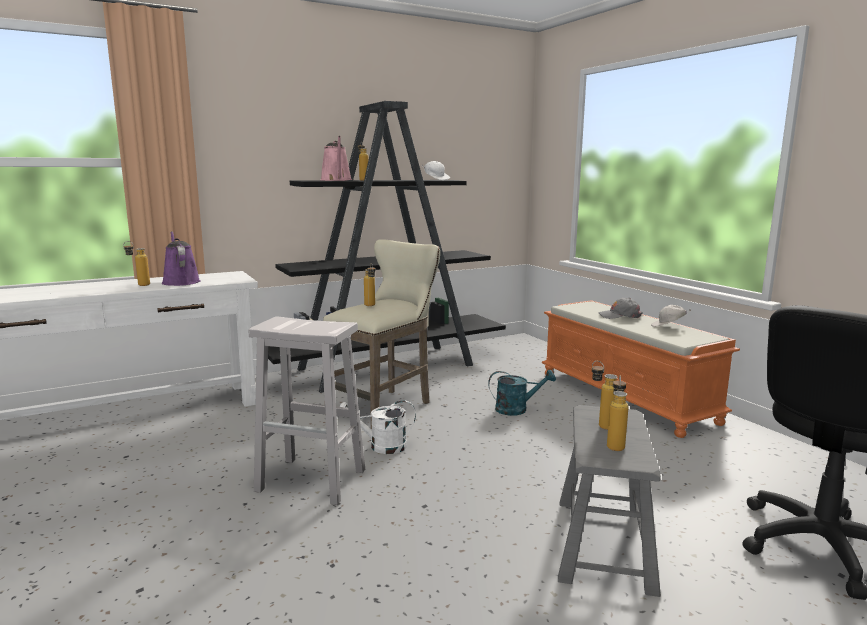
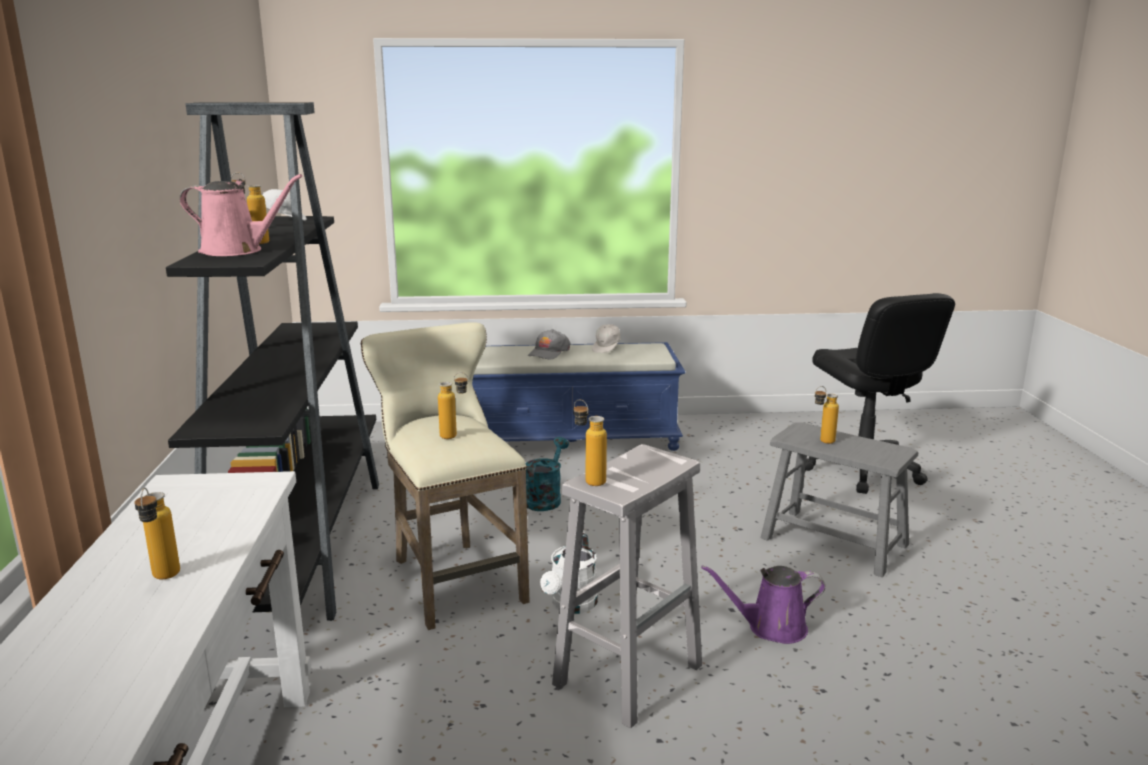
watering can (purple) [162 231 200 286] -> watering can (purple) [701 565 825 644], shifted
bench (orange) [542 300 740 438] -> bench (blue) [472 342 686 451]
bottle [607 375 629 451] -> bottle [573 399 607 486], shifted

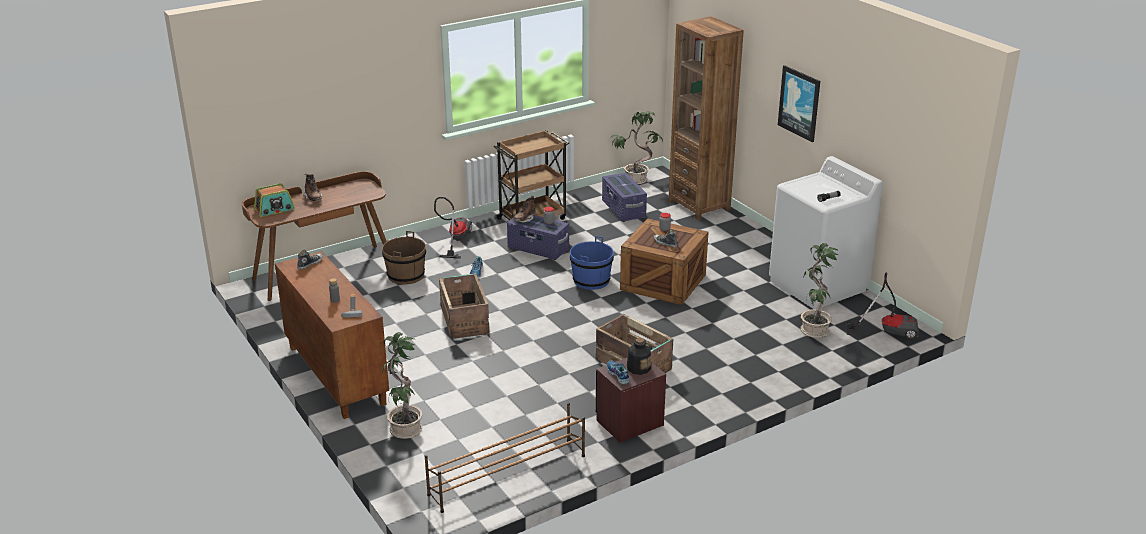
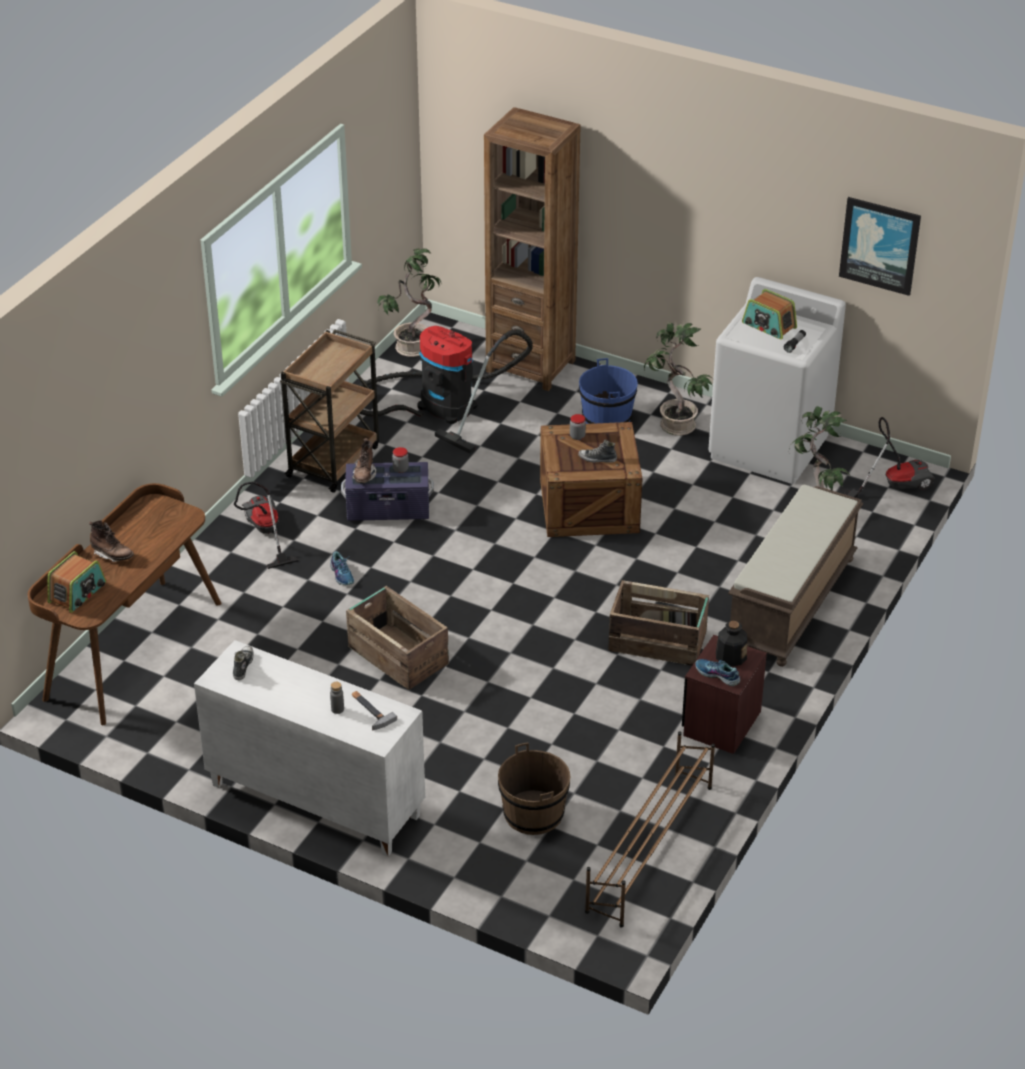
cabinet (brown) [275 251 389 419] -> cabinet (white) [194 640 425 857]
bucket (brown) [382 231 426 285] -> bucket (brown) [498 742 571 835], shifted
potted plant [382 332 422 439] -> potted plant [644 322 713 436], shifted
bucket (blue) [570 236 614 290] -> bucket (blue) [579 358 638 424], shifted
storage box (purple) [602 173 647 222] -> vacuum cleaner [359 326 533 454]
picture [778 65 820 142] -> picture [839 197 921 296], shifted
none -> bench (brown) [728 484 863 667]
none -> radio [742 289 797 340]

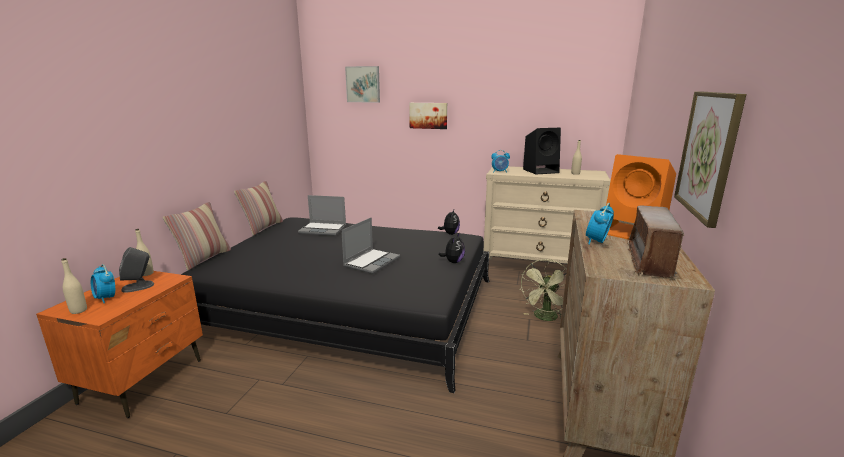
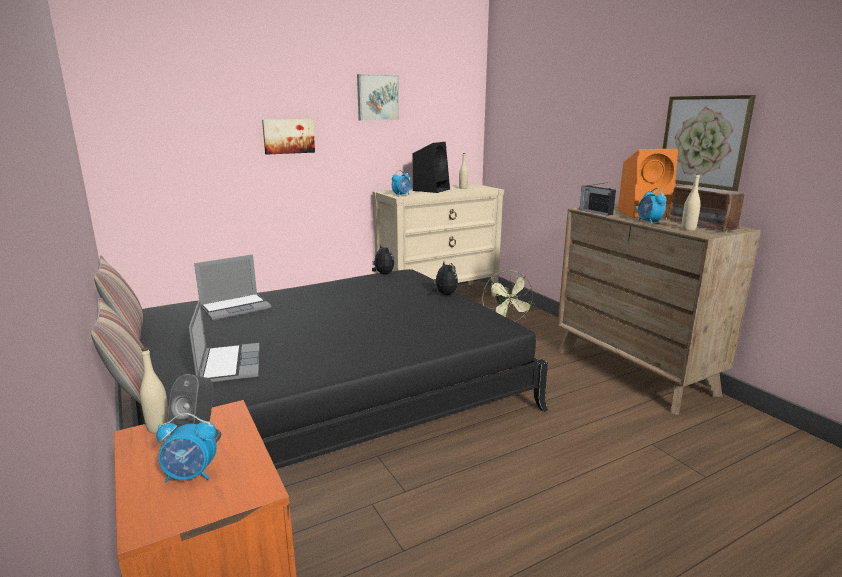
bottle (beige) [61 258 87 314] -> bottle (beige) [681 173 701 231], shifted
laptop [341 217 400 274] -> laptop [189 300 260 383], shifted
picture [345 66 380 103] -> picture [357 74 399 121], shifted
none -> radio [580 182 616 216]

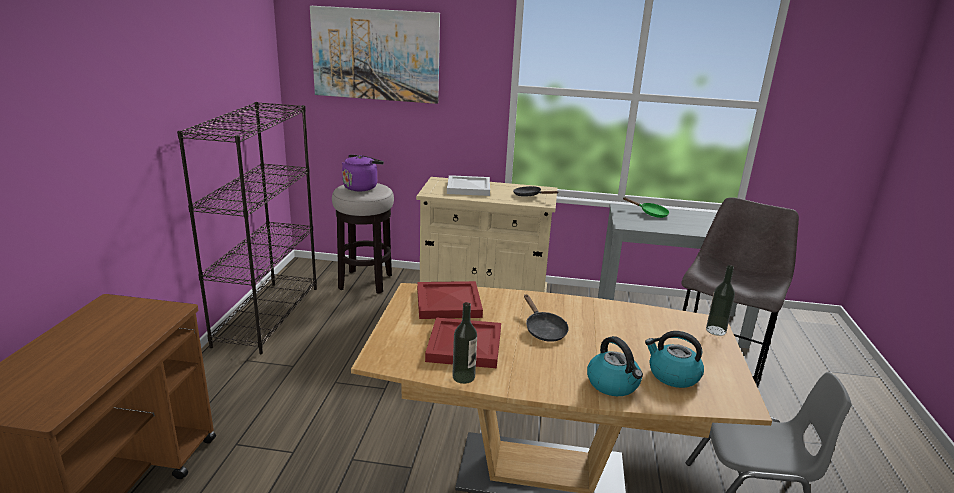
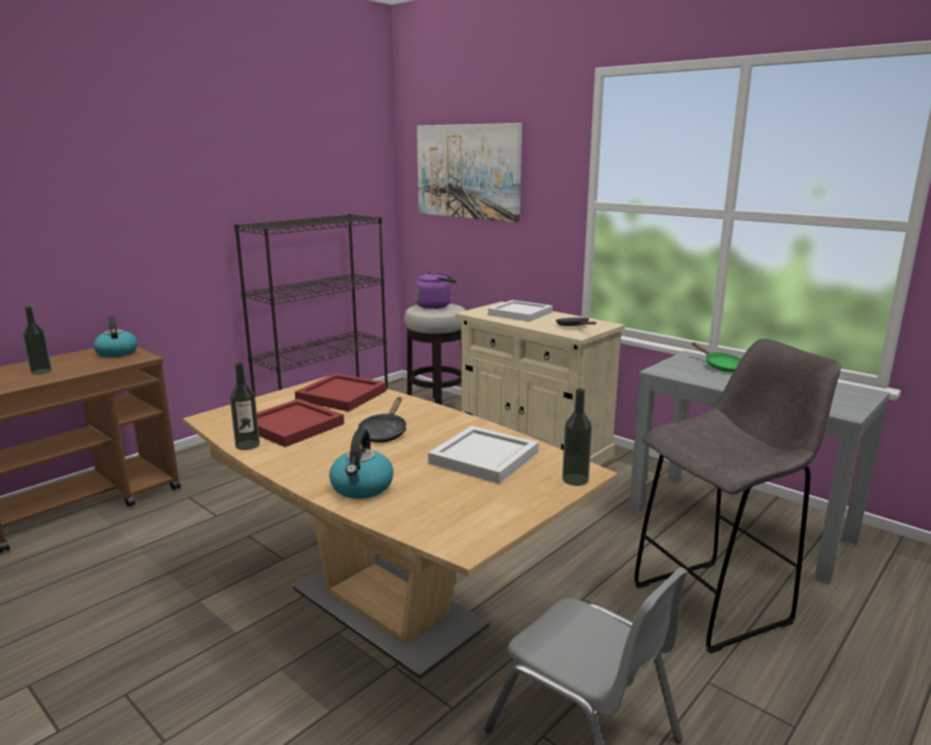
kettle [645 331 704 388] -> kettle [93 316 138 358], shifted
none -> bottle [23 306 52 375]
none -> tray (white) [428 426 539 484]

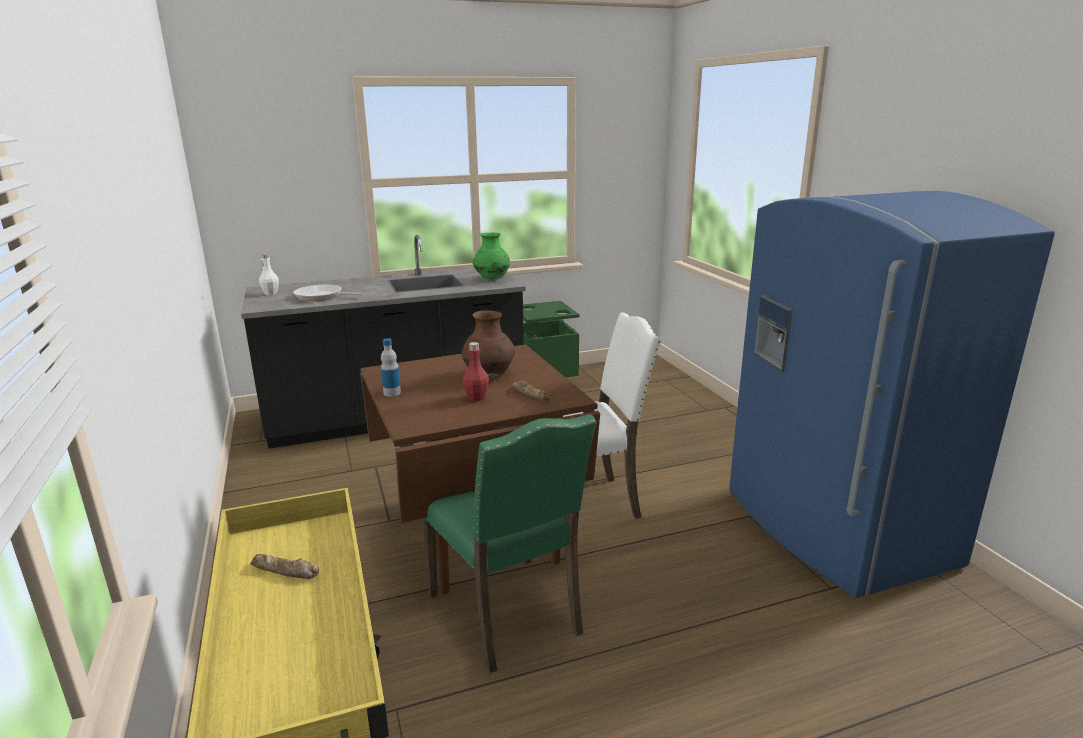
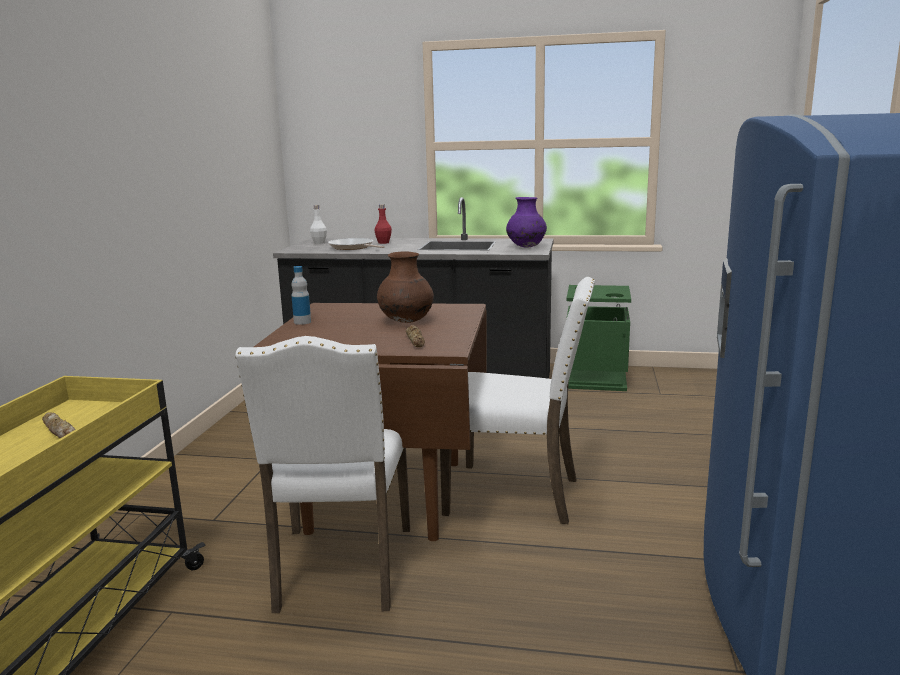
chair (green) [423 414 596 673] -> chair (white) [235 336 410 613]
bottle (red) [462 342 489 401] -> bottle (red) [374 204 392 244], shifted
vase (green) [473 233 510 280] -> vase (purple) [506 197 547 248]

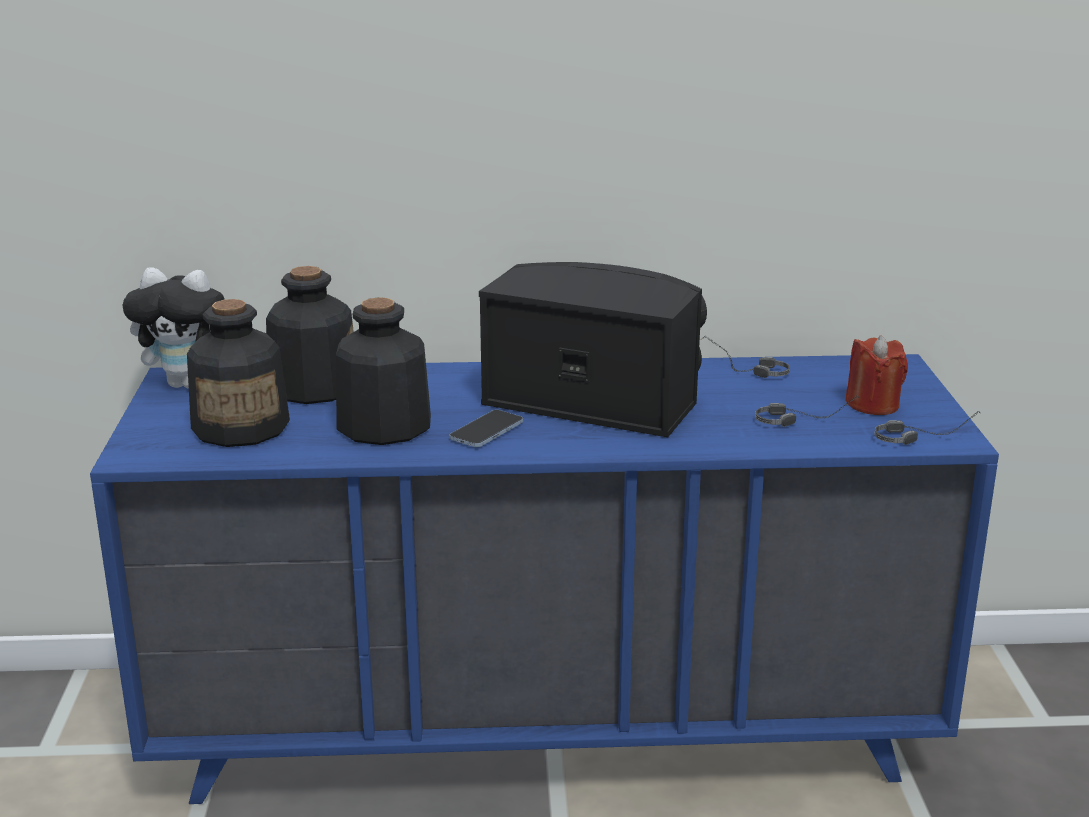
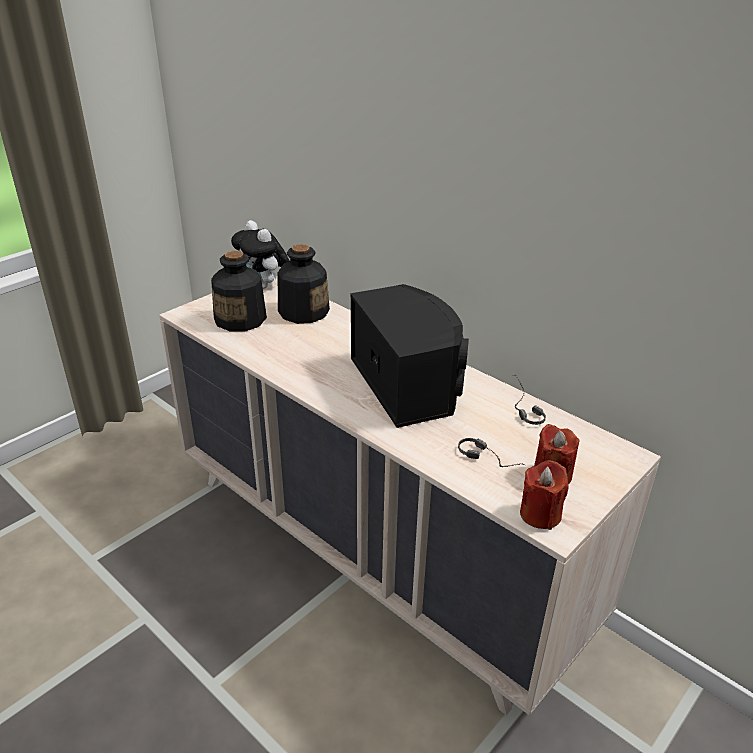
dresser (blue) [90 354 999 804] -> dresser (beige) [159 276 661 716]
bottle [336 297 431 445] -> none
phone [449 410 523 447] -> none
headphones [874 411 980 445] -> candle (red) [520 460 569 530]

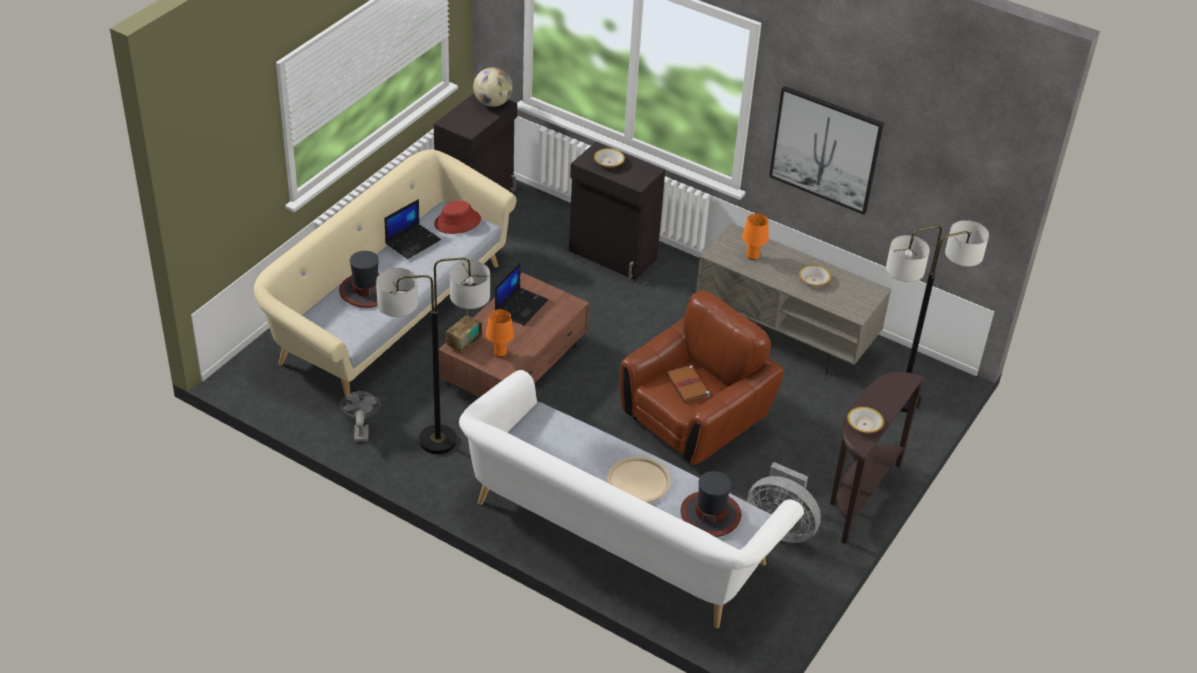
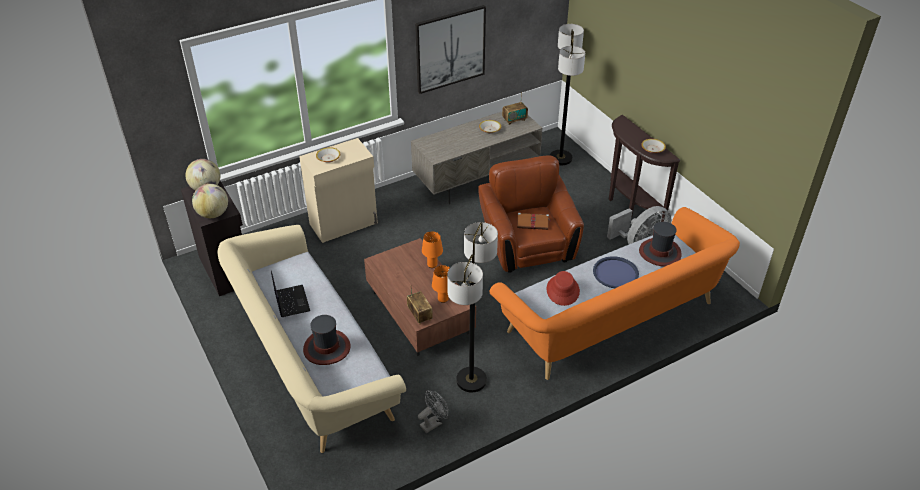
fan (grey) [340 391 380 442] -> fan (grey) [418 390 449 433], 120 degrees clockwise
hat (red) [434 200 481 234] -> hat (red) [546 271 580 306], shifted
sofa (white) [459 370 804 628] -> sofa (orange) [490 207 740 380]
laptop [495 262 548 325] -> none
cabinet (black) [569 141 665 280] -> cabinet (beige) [299 138 378 243]
tray (beige) [607 456 671 503] -> tray (blue) [593 256 639 288]
table lamp (orange) [742 214 769 260] -> table lamp (orange) [422 232 443 268], shifted
none -> globe [192 184 228 218]
none -> radio [502 92 528 125]

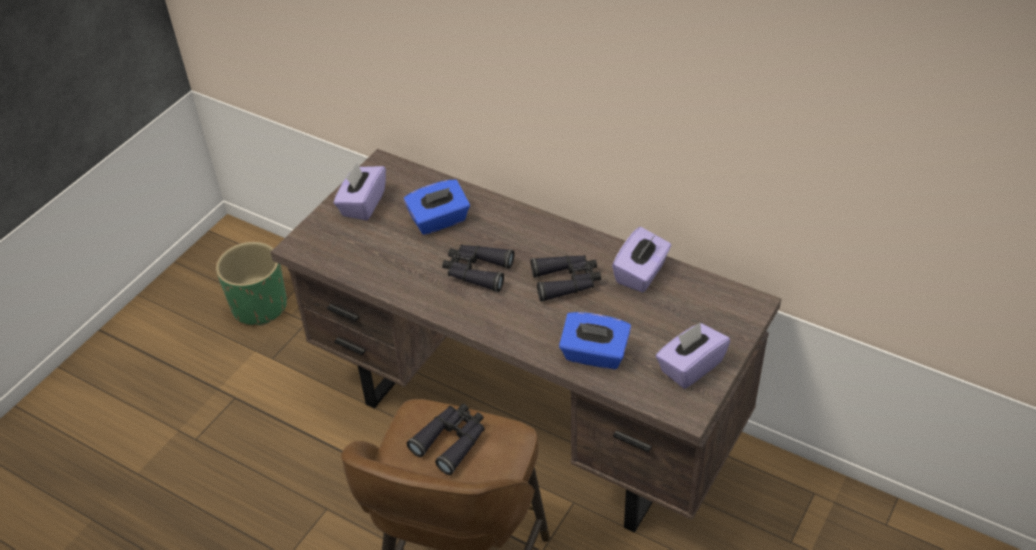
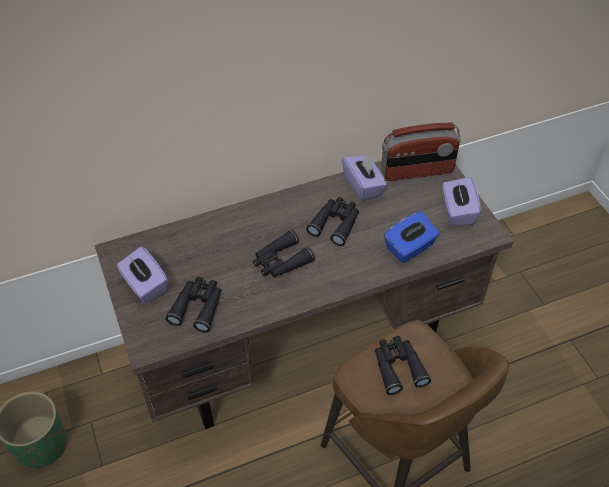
tissue box (blue) [404 180 470 235] -> none
none -> binoculars (black) [166 277 221 333]
none -> radio [381 123 461 181]

